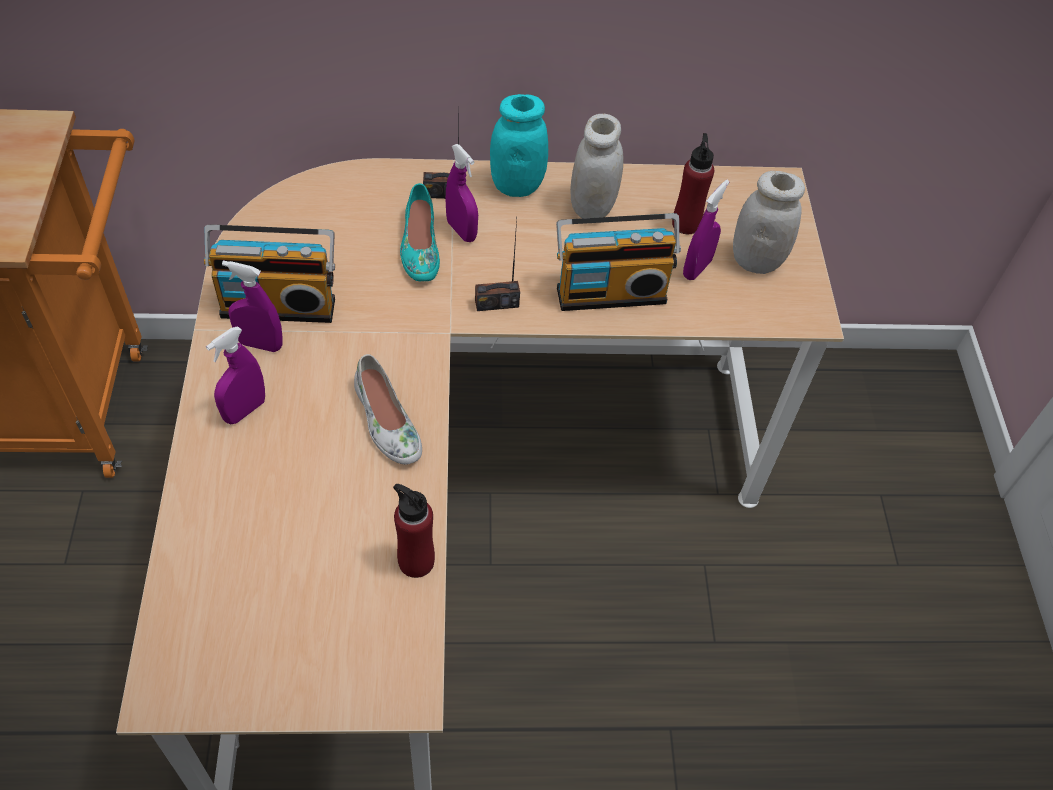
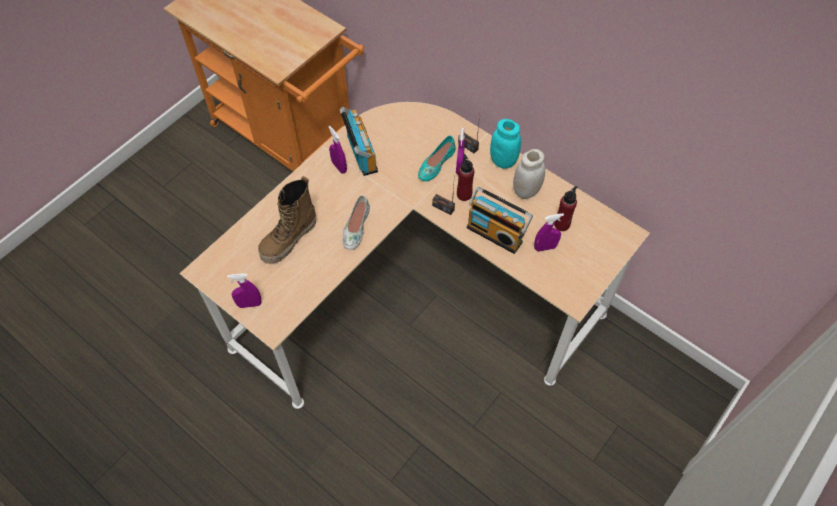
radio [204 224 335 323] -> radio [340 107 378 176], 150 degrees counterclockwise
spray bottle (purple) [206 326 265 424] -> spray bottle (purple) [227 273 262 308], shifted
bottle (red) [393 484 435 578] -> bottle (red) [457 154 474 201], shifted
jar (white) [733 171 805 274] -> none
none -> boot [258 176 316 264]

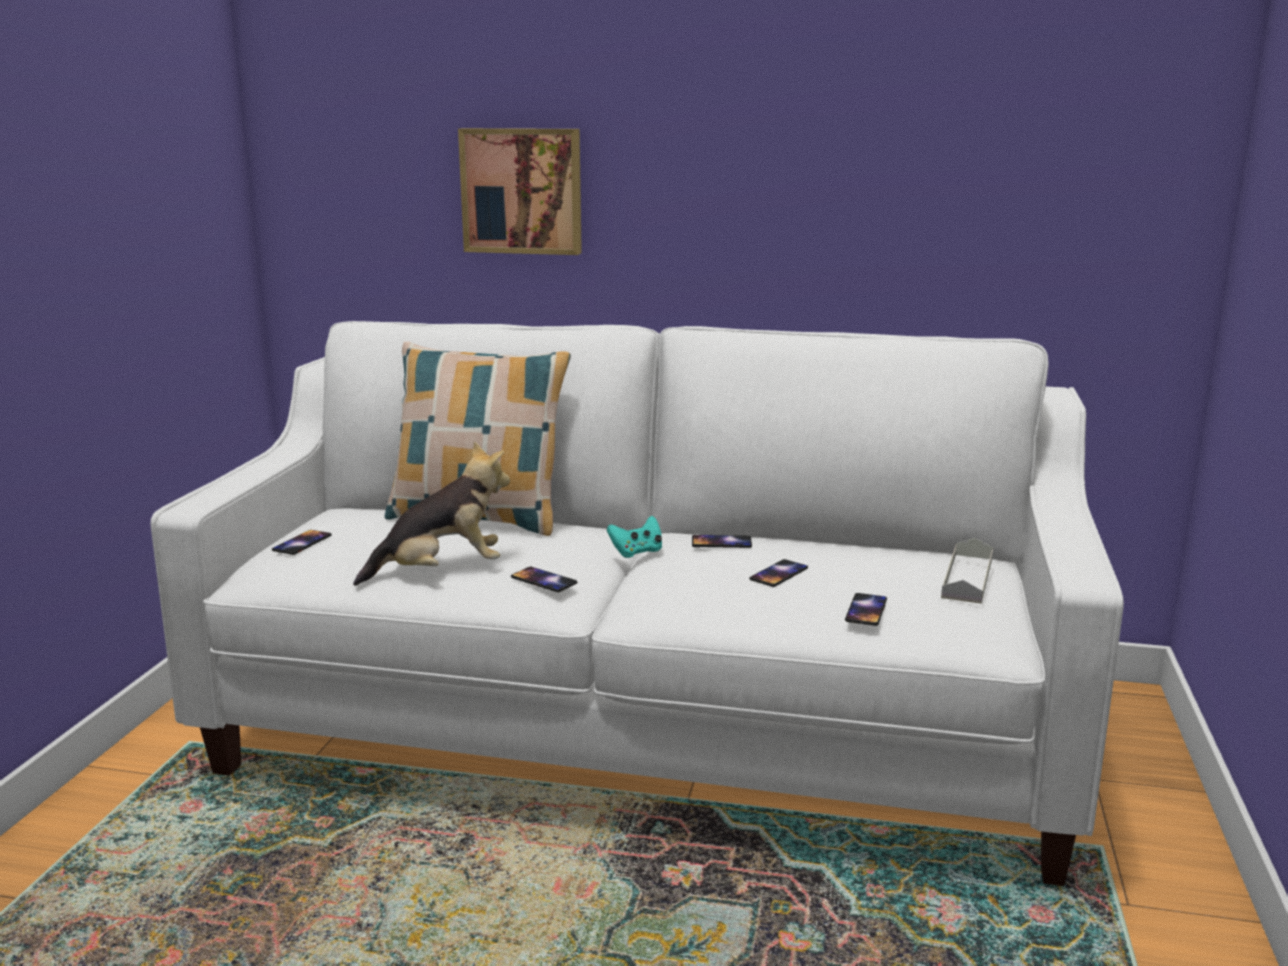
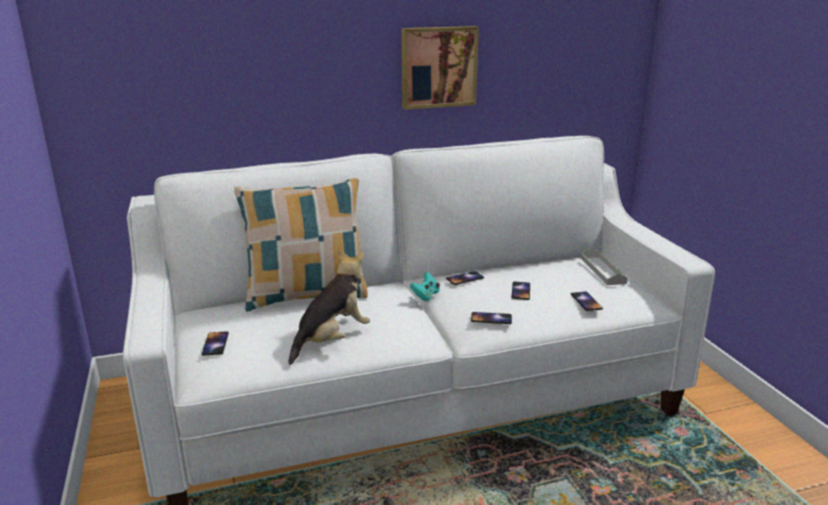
picture [458 128 582 255] -> picture [401 26 479 110], shifted
phone [511 567 577 592] -> phone [471 312 512 324], shifted

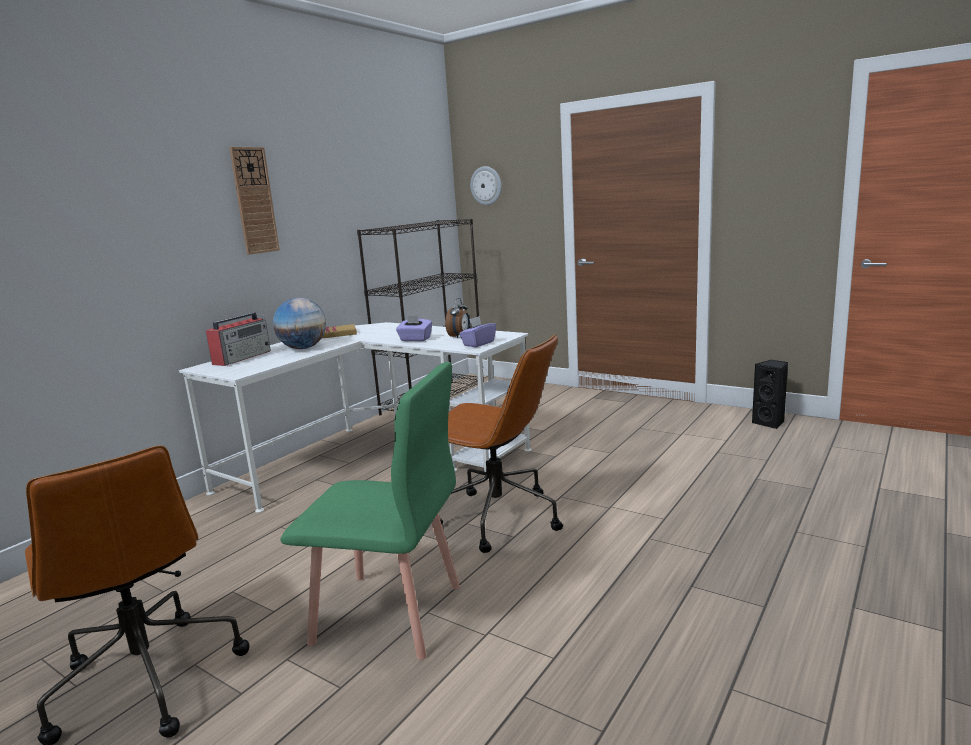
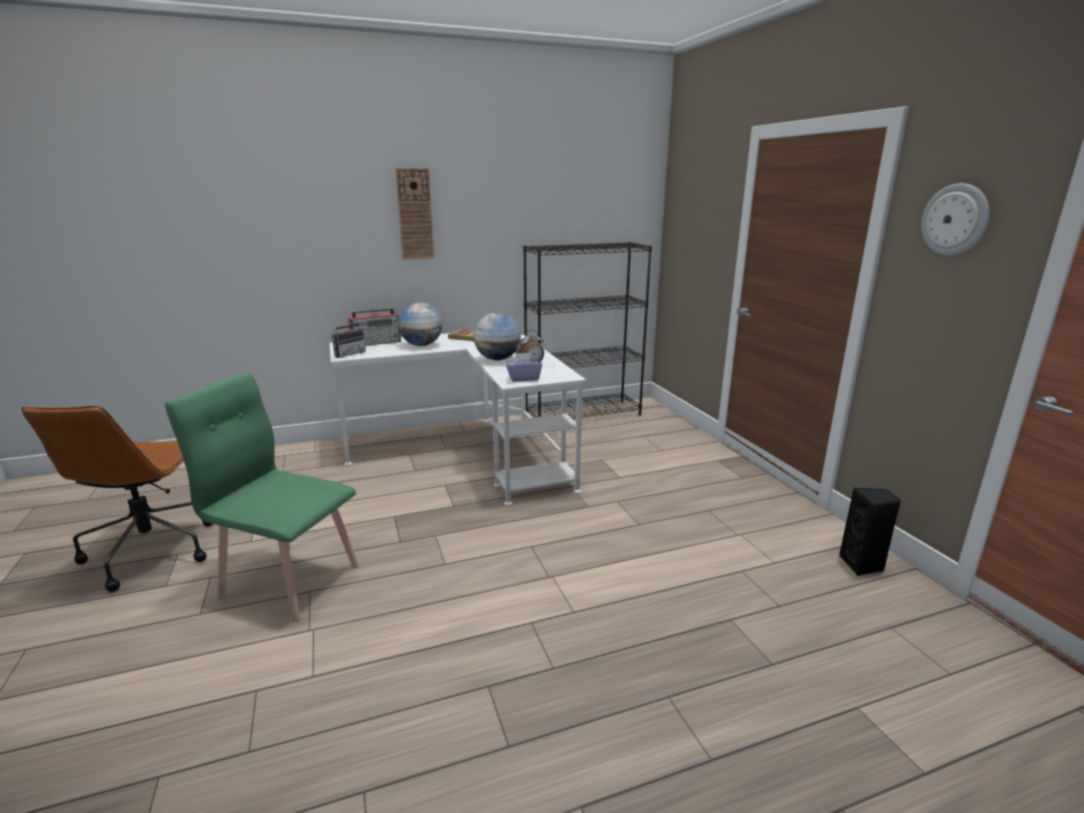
chair (green) [280 362 460 660] -> chair (green) [165 372 359 622], 150 degrees clockwise
tissue box (purple) [396 315 432 341] -> globe [473 313 521 360]
office chair (brown) [440 334 563 553] -> none
wall clock [470 166 502 205] -> wall clock [921 183 989 256], shifted
none -> radio [332 318 366 358]

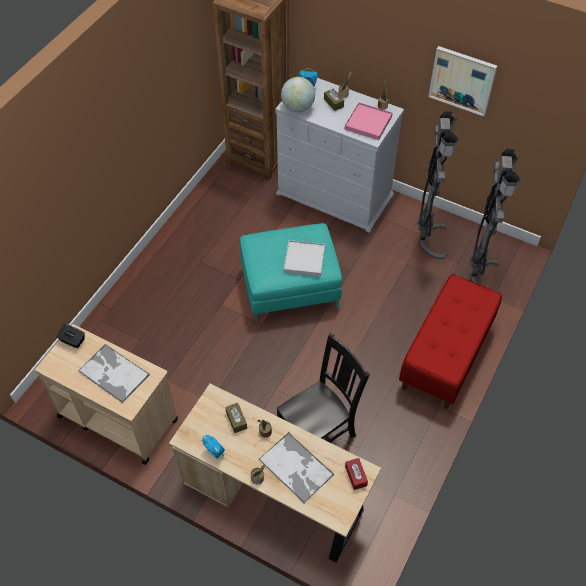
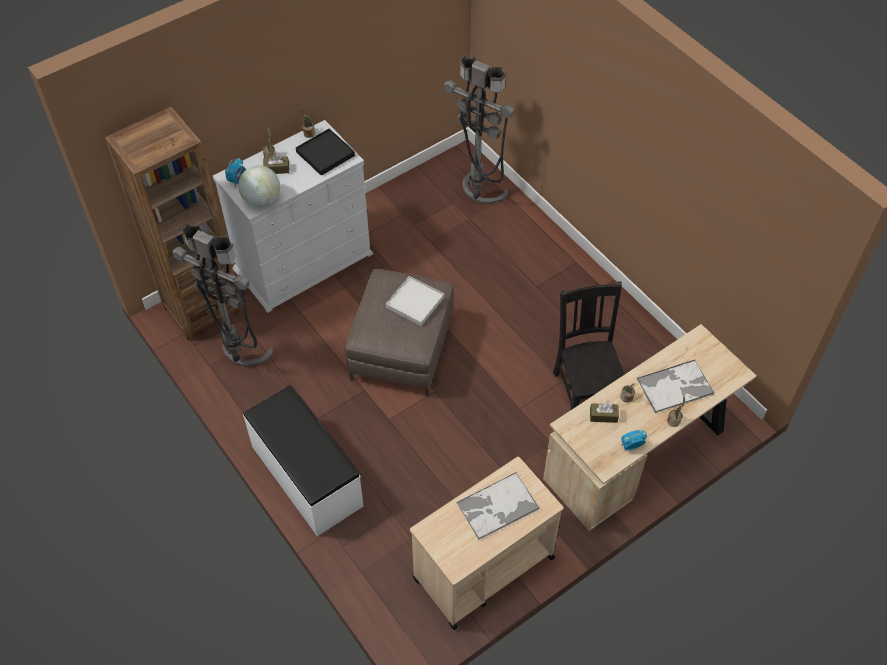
tissue box (black) [56 324 85 348] -> none
ottoman (turquoise) [240 223 342 322] -> ottoman (brown) [345 269 454 396]
tray (pink) [345 102 392 140] -> tray (black) [296 129 355 176]
tissue box (red) [345 458 368 490] -> none
bench (red) [399 274 502 409] -> none
floor lamp (grey) [418 111 459 259] -> floor lamp (grey) [172 224 273 367], shifted
picture [428 46 497 116] -> none
none -> bench (white) [243 385 364 536]

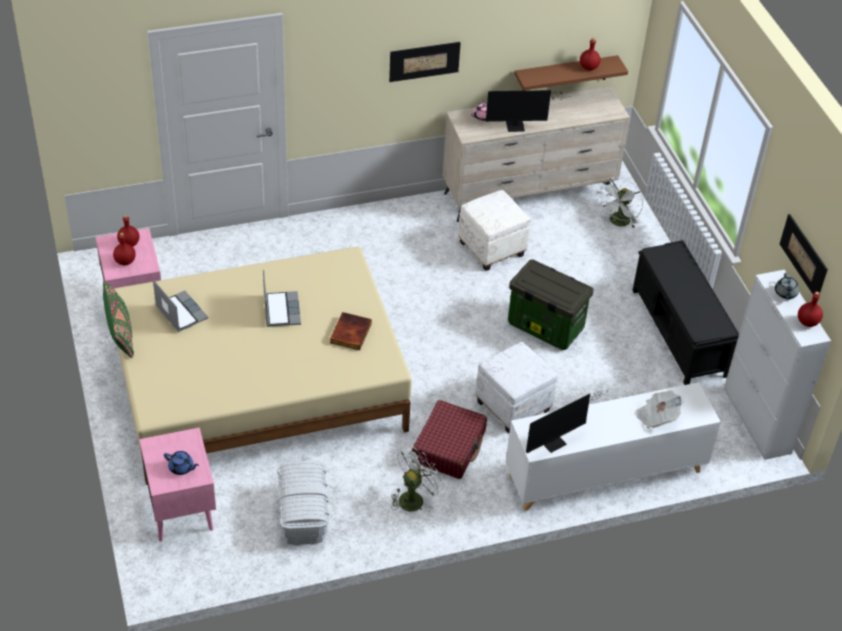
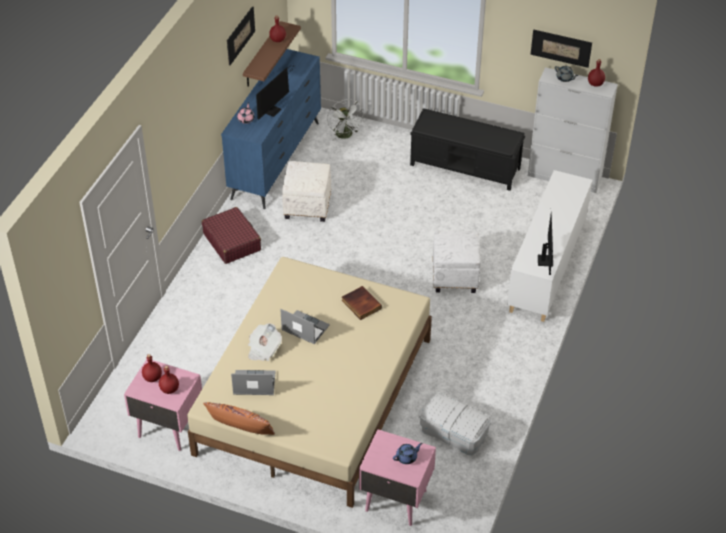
pillow (green) [103 281 134 358] -> pillow (orange) [203 402 275 435]
picture [389 42 461 82] -> picture [227 6 255 65], shifted
fan (white) [391 446 445 512] -> none
suitcase (red) [412 400 487 479] -> suitcase (red) [202 207 261 264], shifted
dresser (beige) [443 87 630 222] -> dresser (blue) [221 49 321 209]
storage box [508 259 594 350] -> none
newspaper [635 390 684 429] -> newspaper [248 323 282 361], shifted

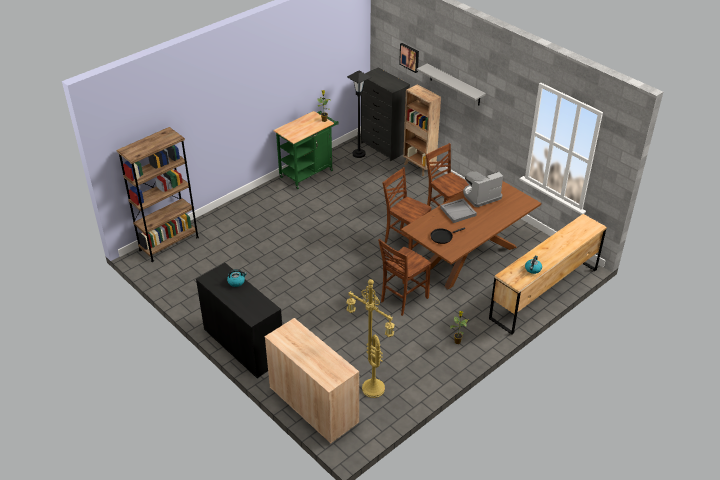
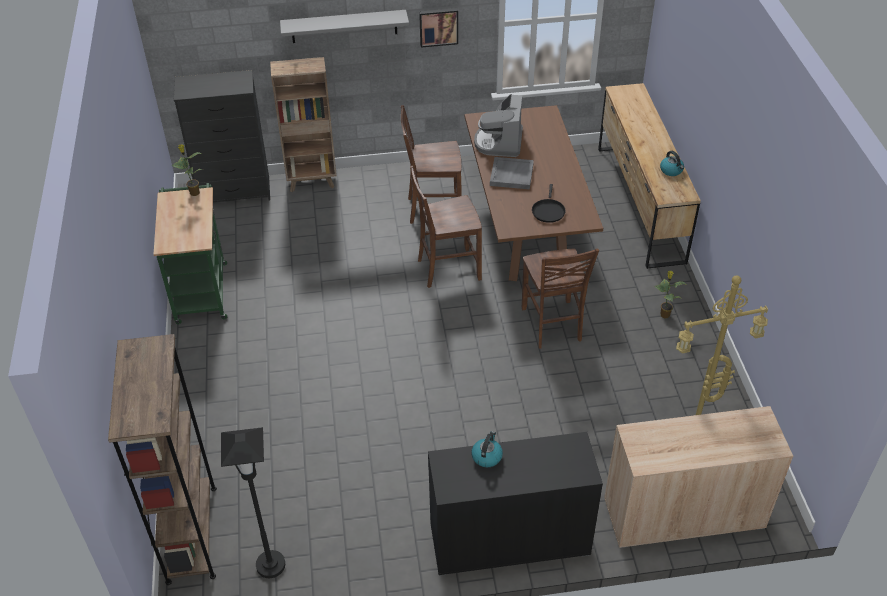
floor lamp (black) [347 71 371 158] -> floor lamp (black) [221 427 285 578], shifted
picture [399 43 419 73] -> picture [419 8 458 48], shifted

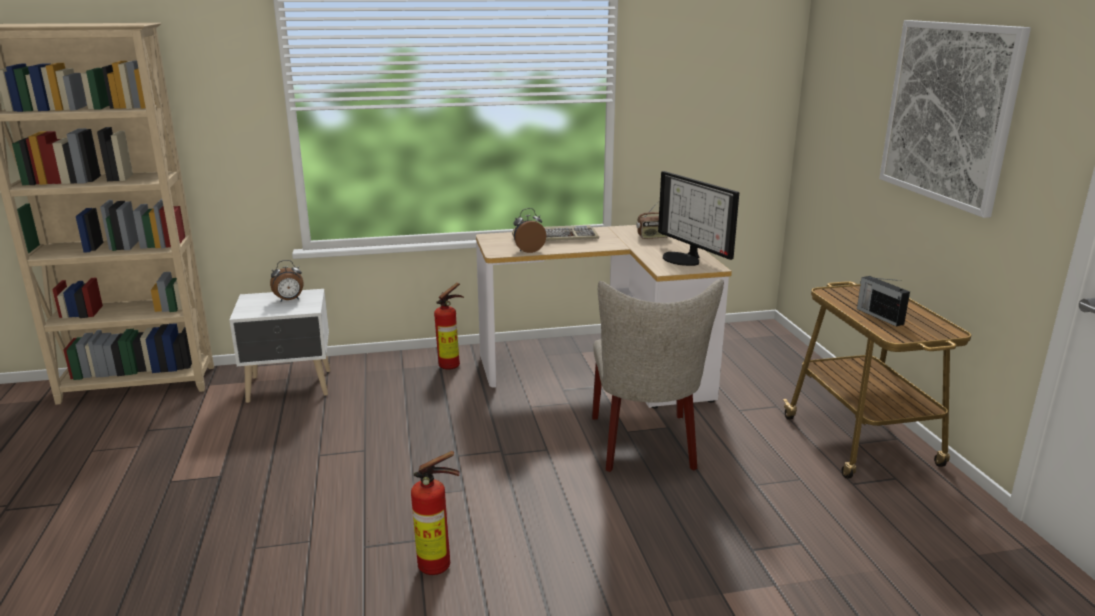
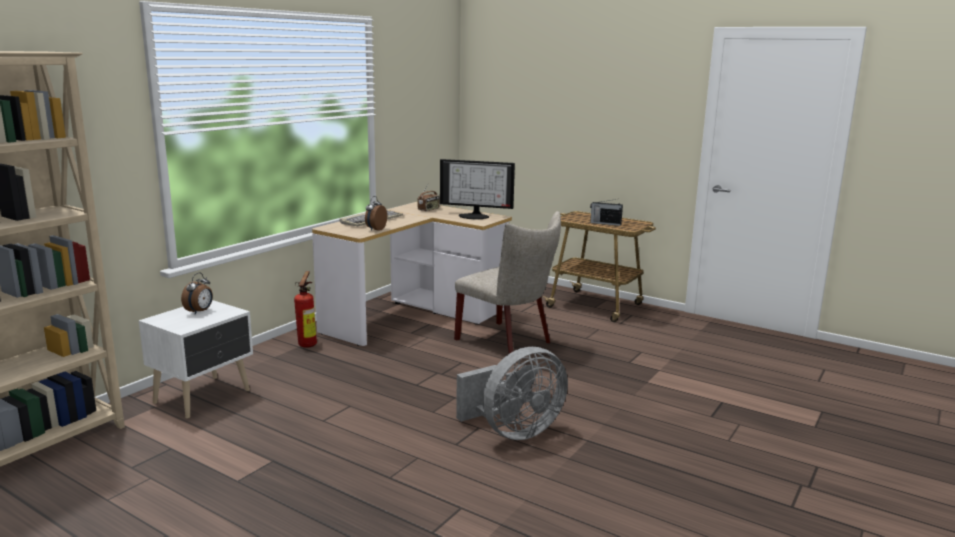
fire extinguisher [411 451 460 575] -> fan (grey) [456 347 568 440]
picture [879 20 1031 218] -> none

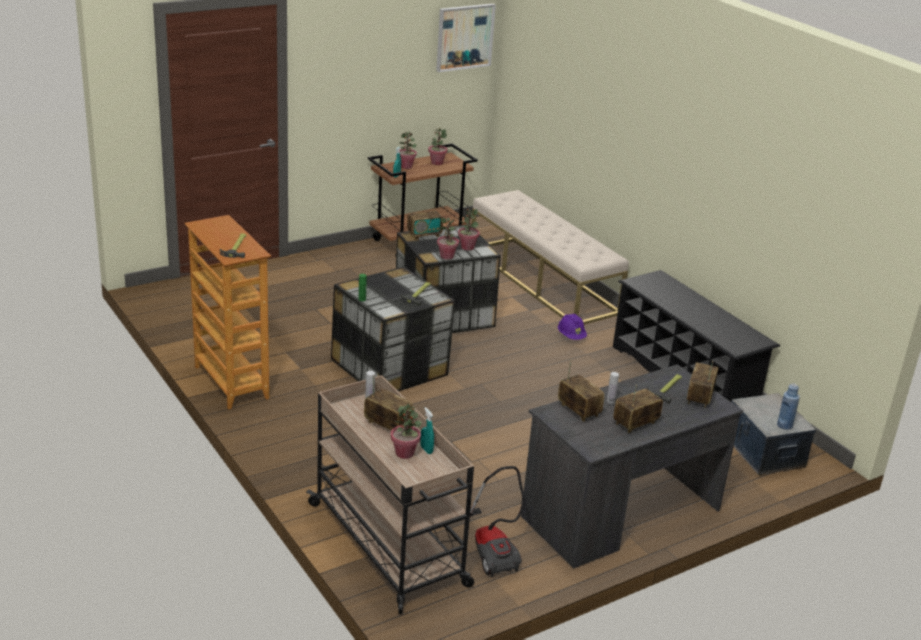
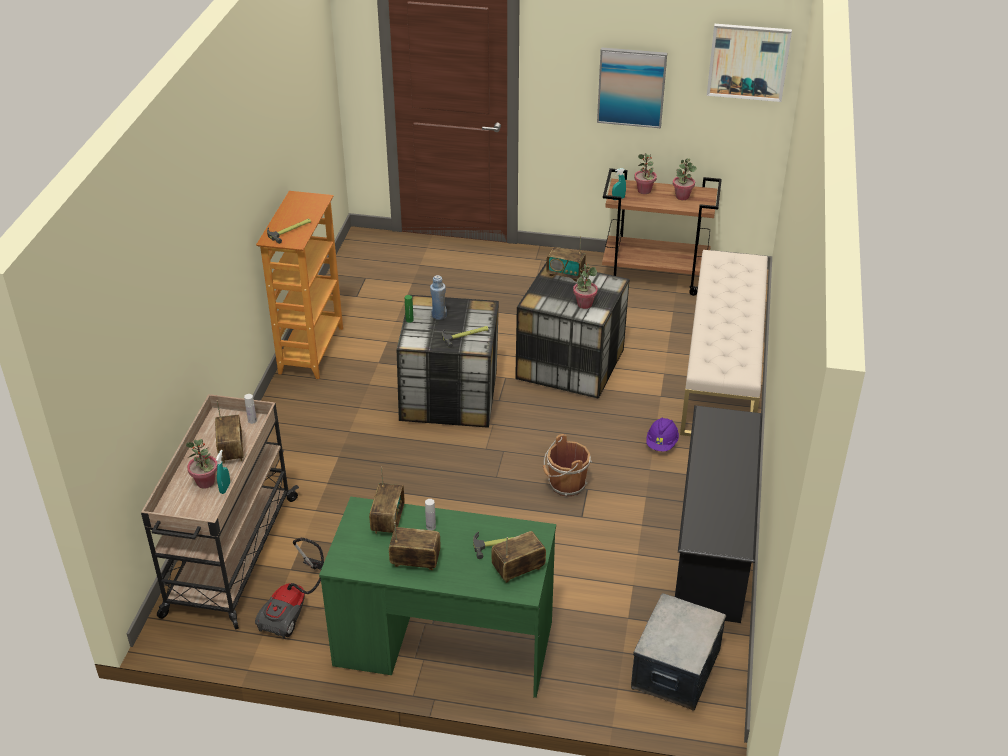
potted plant [437 218 459 260] -> none
desk (grey) [521 364 743 568] -> desk (green) [319 497 556 698]
bottle (blue) [777 383 800 430] -> bottle (blue) [430 275 447 320], shifted
none -> bucket (brown) [543 434 592 497]
none -> picture [597 47 667 128]

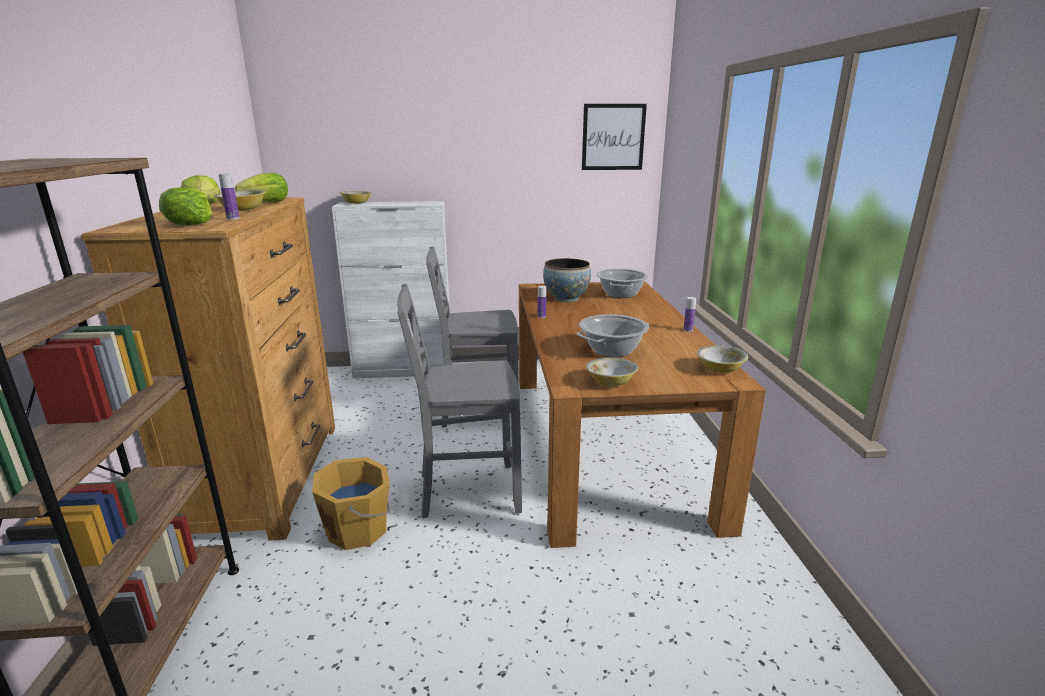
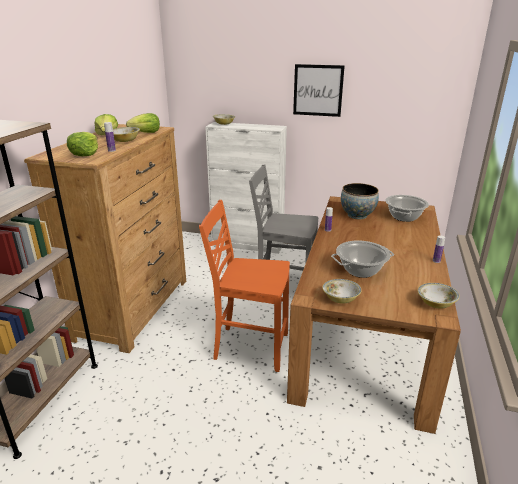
bucket (orange) [312 457 390 550] -> none
chair (grey) [397 284 522 518] -> chair (orange) [199 200 290 372]
picture [582 104 647 170] -> picture [293 64 345 117], shifted

